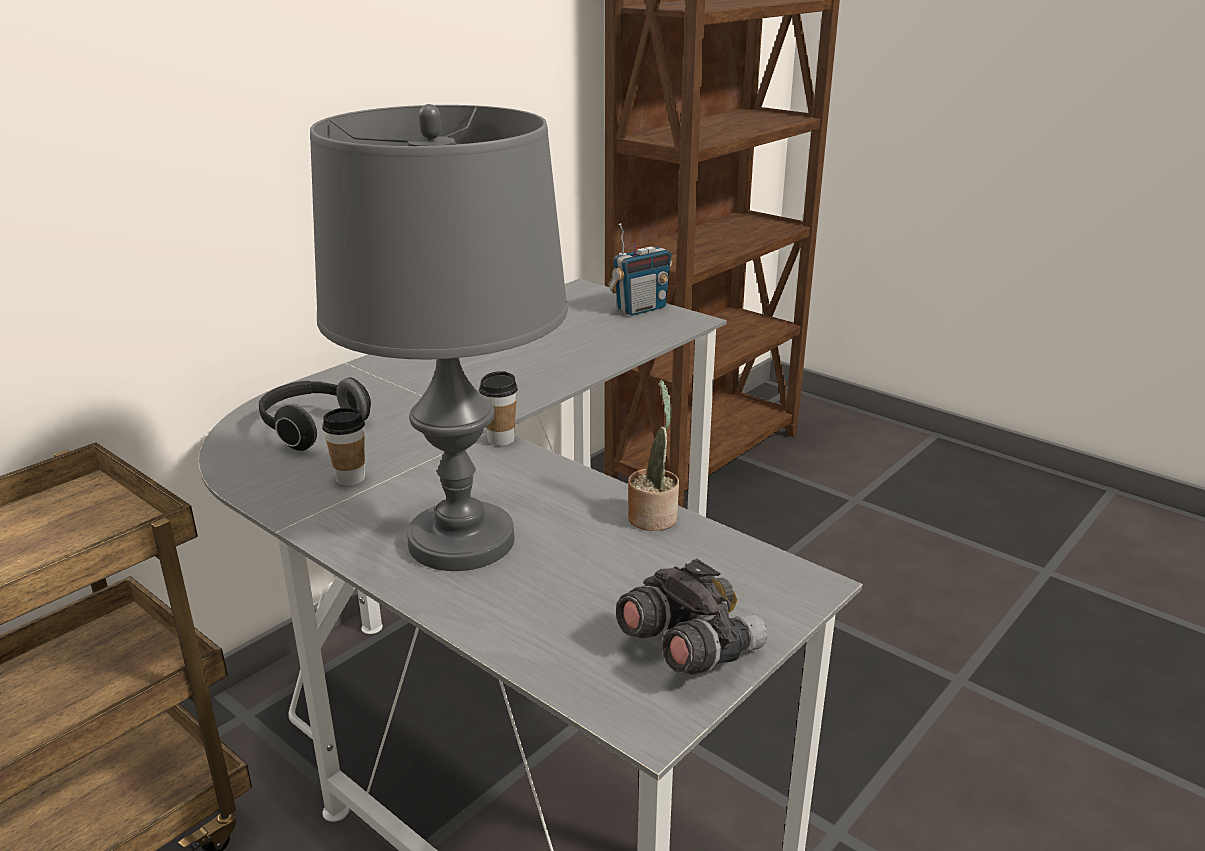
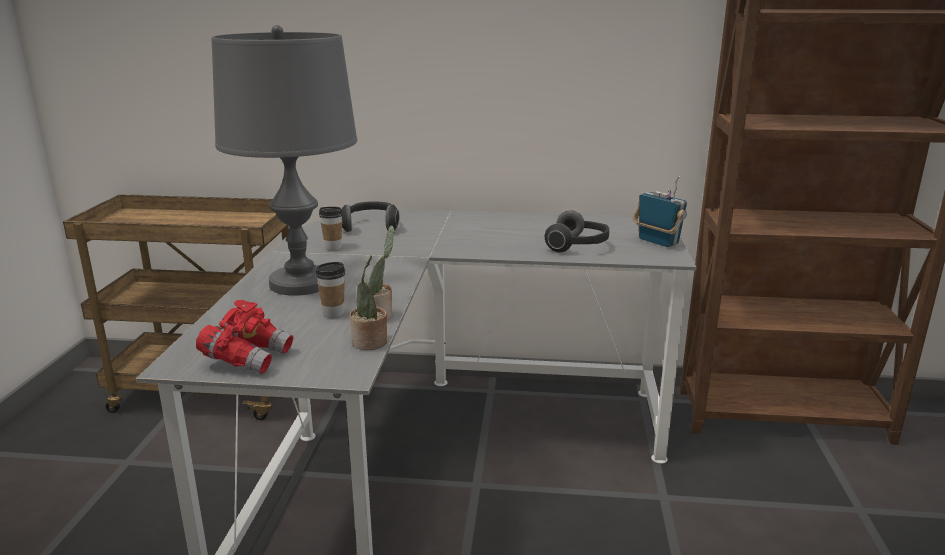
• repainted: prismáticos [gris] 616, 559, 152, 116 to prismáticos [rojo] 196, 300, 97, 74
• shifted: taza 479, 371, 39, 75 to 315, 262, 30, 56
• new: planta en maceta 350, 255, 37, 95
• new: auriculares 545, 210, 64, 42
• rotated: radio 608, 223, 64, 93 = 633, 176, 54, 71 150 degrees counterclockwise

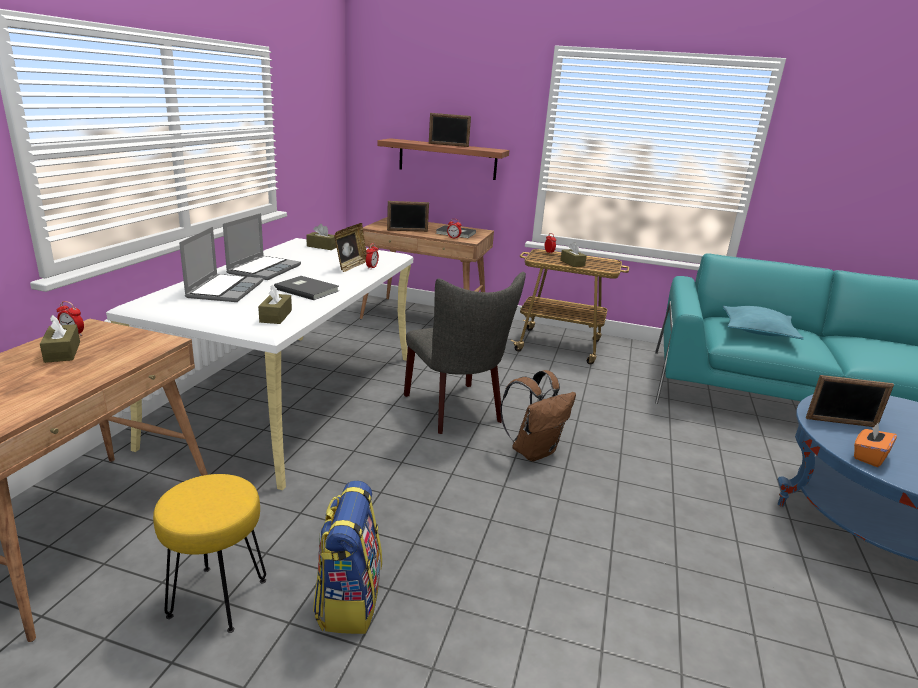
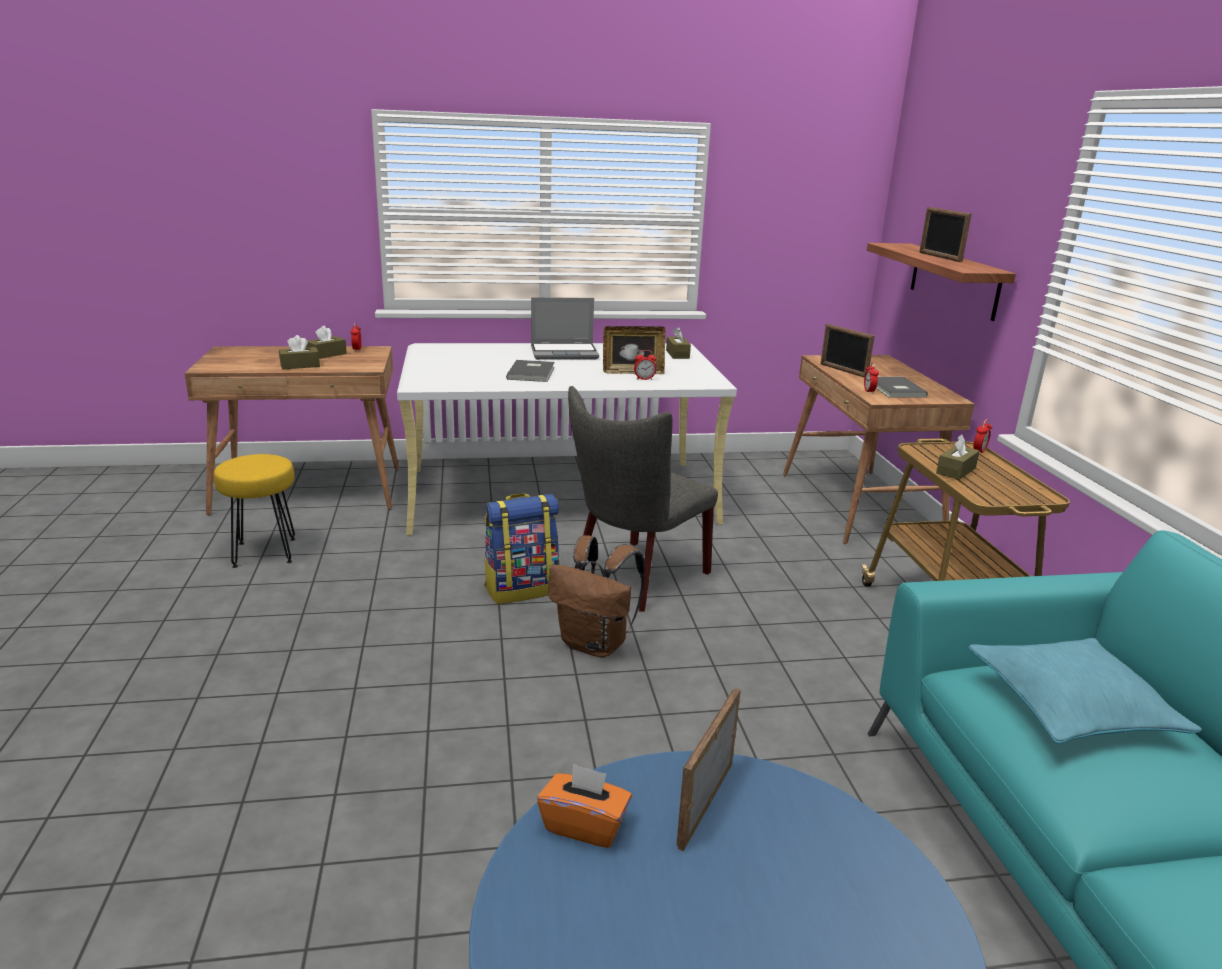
• shifted: caja de pañuelos [marrón] 258, 284, 34, 40 to 279, 335, 41, 34
• shifted: mochila 313, 481, 69, 153 to 484, 493, 76, 111
• rotated: portarretratos 806, 375, 88, 52 = 677, 688, 64, 163 45 degrees clockwise
• gone: portátil 179, 227, 84, 75

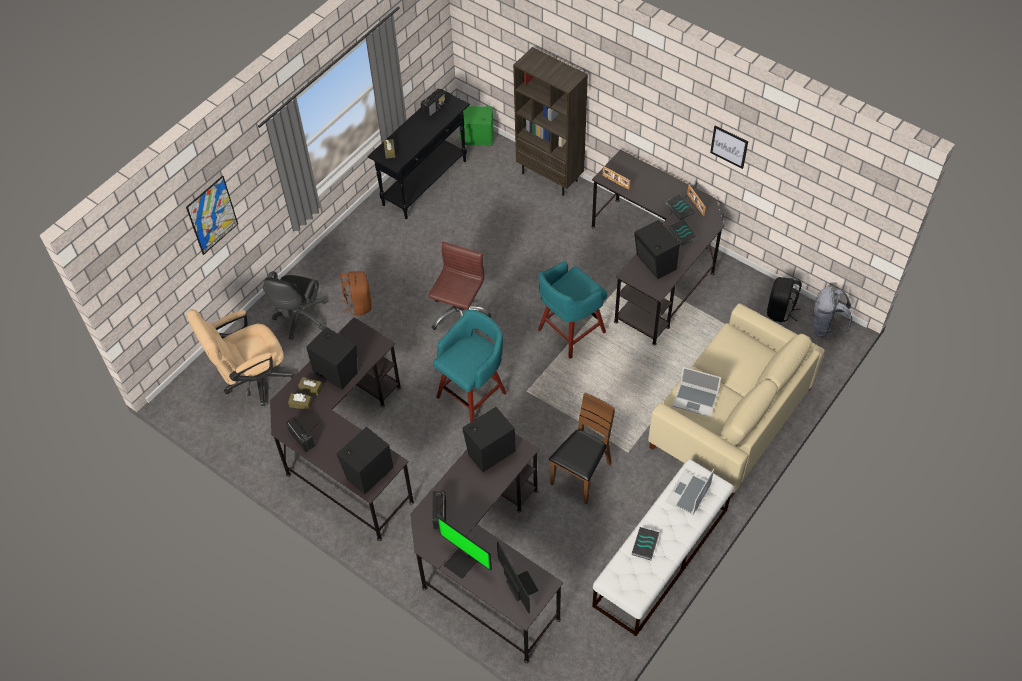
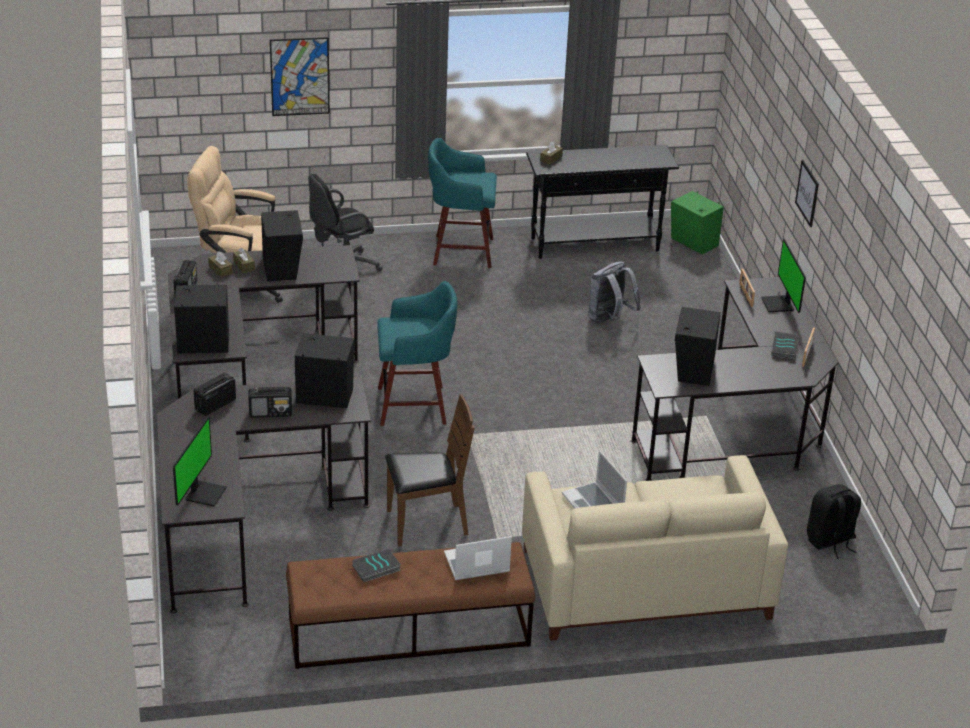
• shifted: radio 421, 89, 26, 29 to 248, 387, 44, 31
• repainted: banco [blanco] 592, 459, 142, 177 to banco [marrón] 286, 542, 250, 127
• shifted: taburete [turquesa] 538, 261, 69, 98 to 428, 138, 69, 130
• shifted: mochila [gris] 812, 286, 40, 52 to 588, 261, 53, 62
• shifted: monitor 437, 517, 55, 62 to 761, 239, 45, 74
• shifted: cuadro 710, 125, 38, 44 to 795, 160, 24, 67
• gone: mochila [marrón] 340, 271, 32, 45
• gone: silla de oficina [marrón] 428, 242, 63, 88
• gone: estantería [marrón] 513, 47, 75, 149
• gone: libro 669, 220, 28, 26

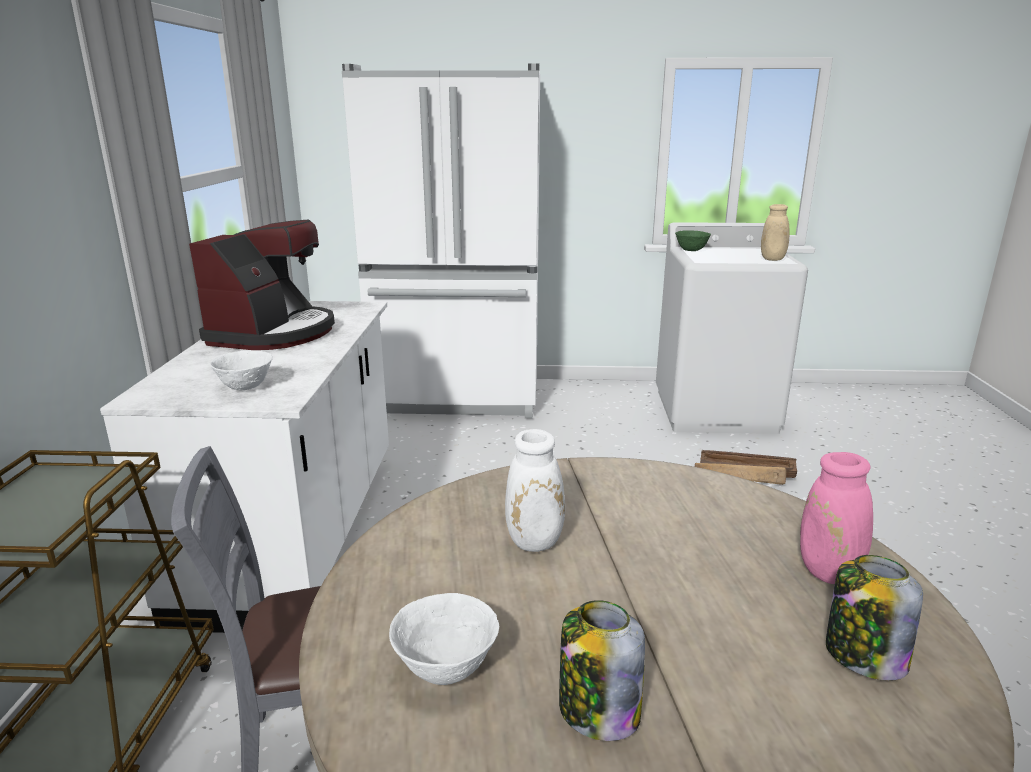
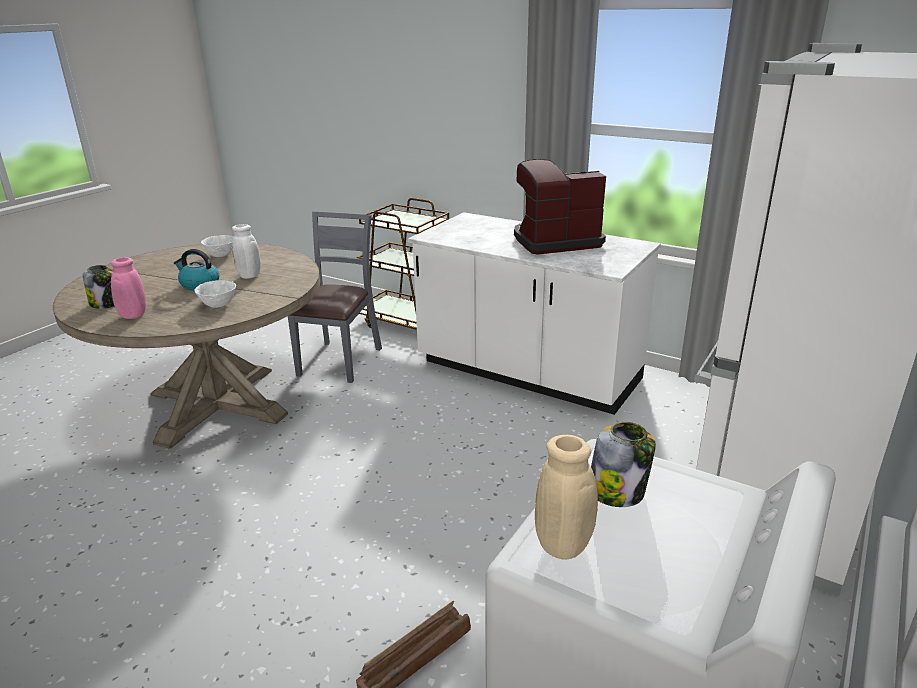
• new: hervidor 174, 249, 45, 42
• shifted: cuenco [blanco] 210, 350, 63, 40 to 195, 280, 41, 28
• rotated: cafetera 189, 220, 146, 130 = 514, 159, 92, 96 120 degrees clockwise
• shifted: tarro 559, 600, 86, 141 to 591, 422, 65, 85
• gone: cuenco [verde] 675, 230, 36, 21

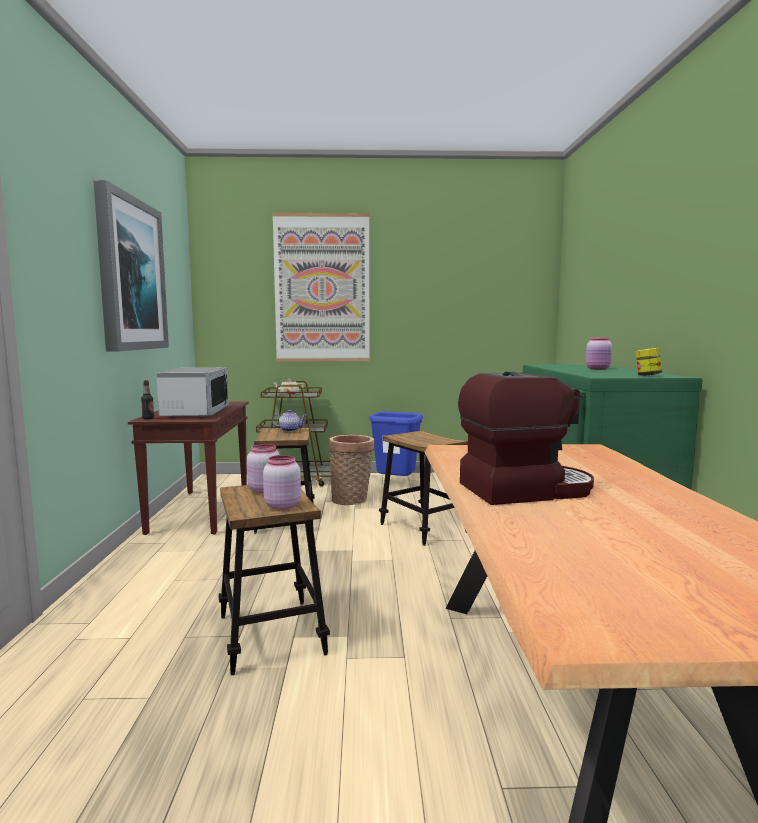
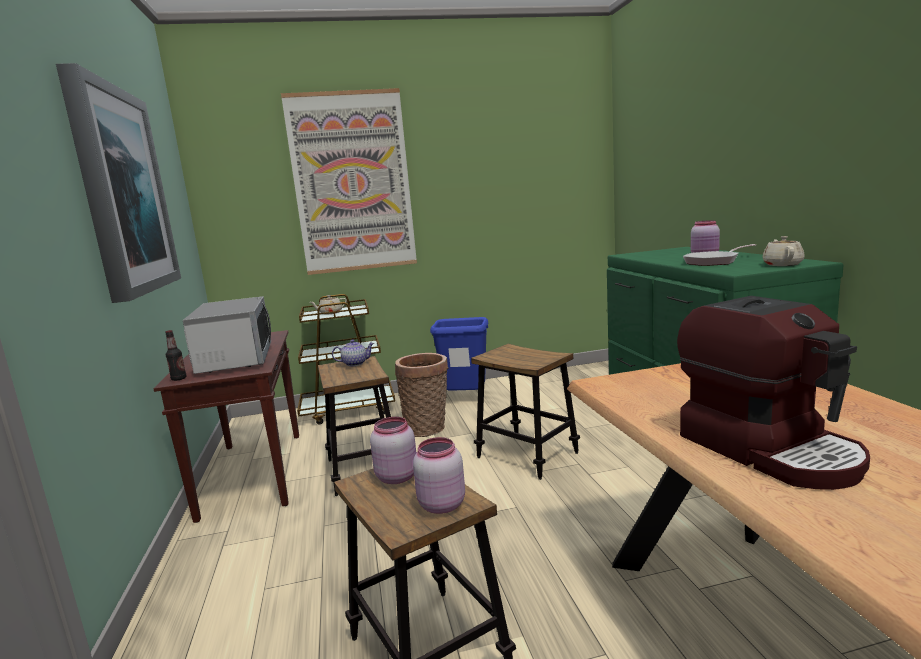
• rotated: cafetera 458, 372, 136, 133 = 677, 296, 193, 194 90 degrees clockwise
• new: sartén 683, 244, 73, 22
• swapped: tarro 635, 348, 27, 28 to tetera [beis] 763, 236, 42, 30

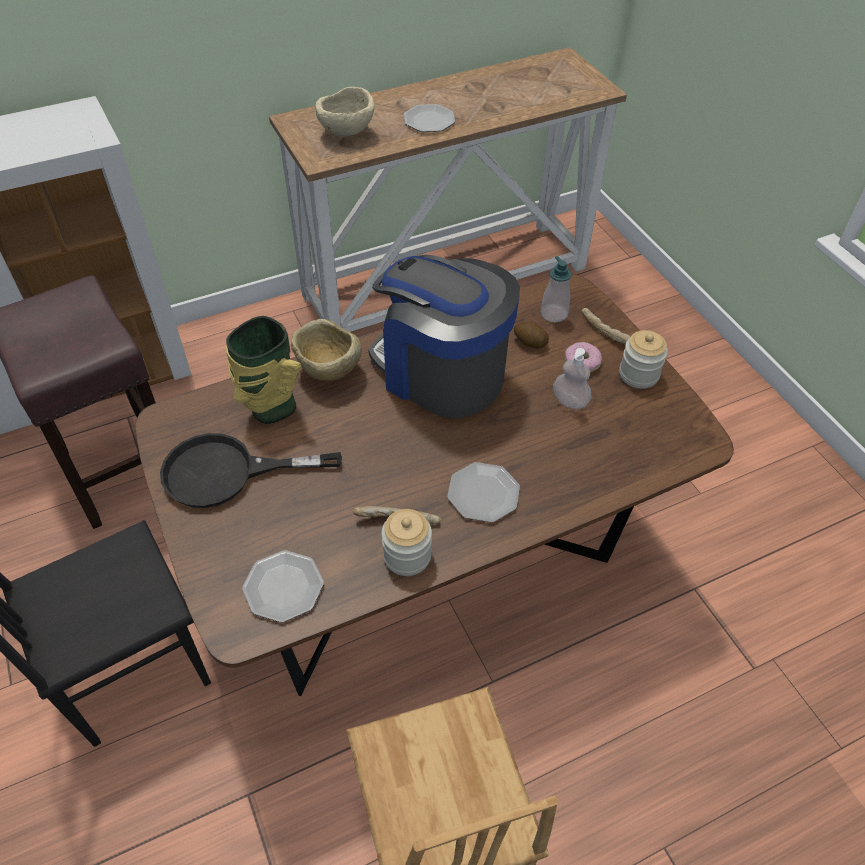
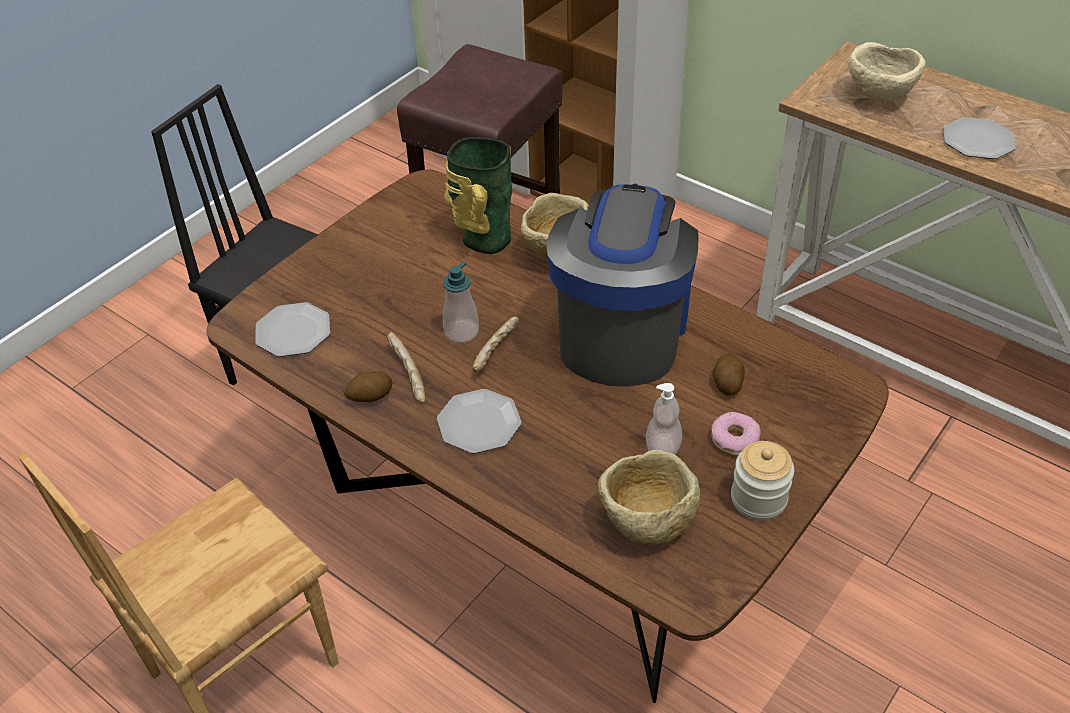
• swapped: tarro 381, 509, 51, 67 to patata 344, 371, 49, 31
• shifted: dispensador de jabón 541, 256, 31, 67 to 443, 261, 36, 82
• shifted: pan 582, 308, 49, 36 to 473, 317, 46, 55
• new: cuenco [beis] 598, 450, 102, 95
• gone: sartén [negro] 160, 433, 182, 75

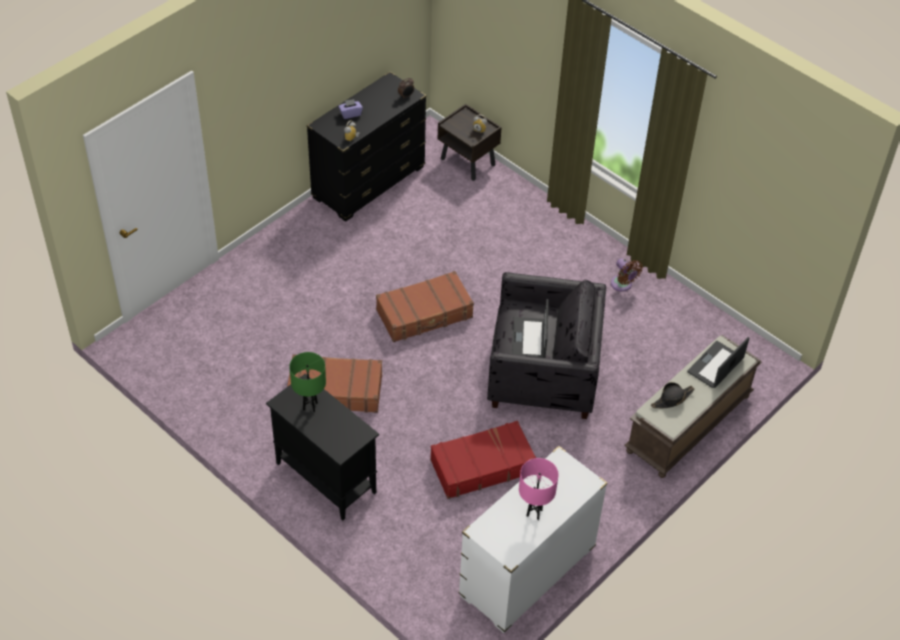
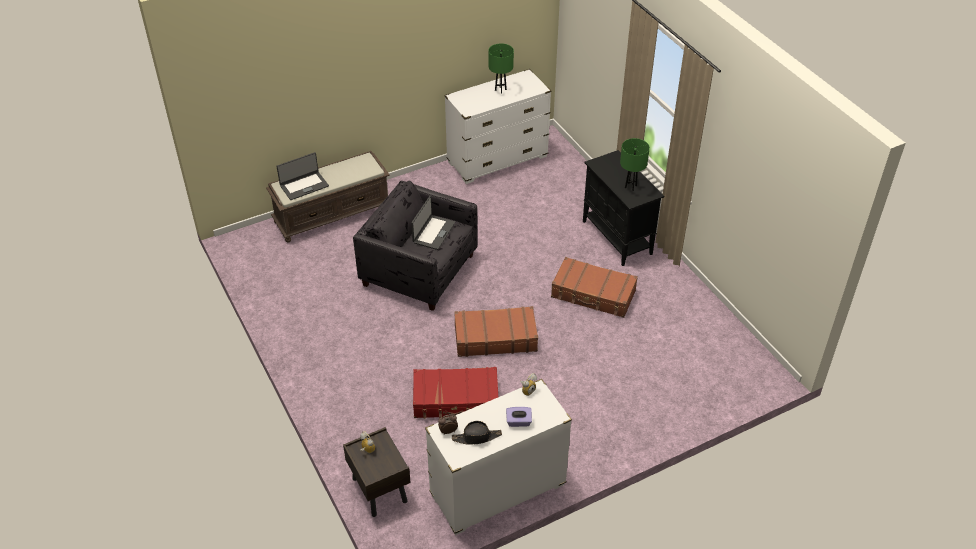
• shifted: maleta [rojo] 430, 421, 106, 78 to 413, 367, 85, 52
• repainted: cómoda [negro] 307, 72, 120, 150 to cómoda [blanco] 425, 379, 147, 156
• shifted: sombrero [negro] 651, 382, 44, 26 to 452, 421, 50, 23
• repainted: lámpara de mesa [rosa] 519, 458, 40, 62 to lámpara de mesa [verde] 488, 43, 26, 51
• gone: ventilador [marrón] 611, 258, 32, 34

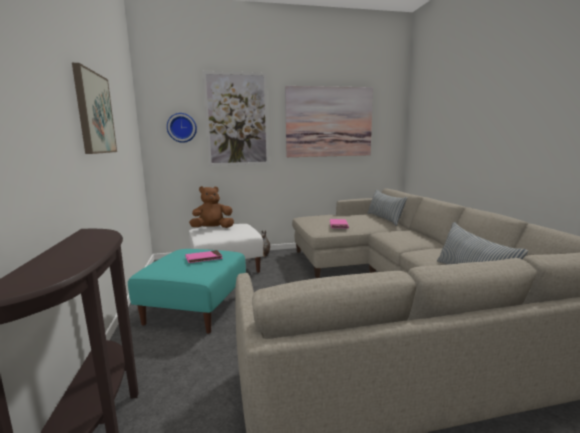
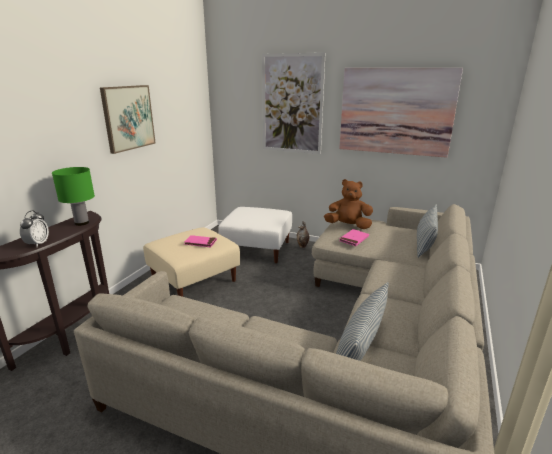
• new: despertador 20, 210, 29, 37
• new: lámpara de mesa [verde] 52, 167, 43, 59
• repainted: puf [turquesa] 128, 249, 118, 85 to puf [beis] 143, 227, 97, 70
• shifted: peluche [marrón] 189, 186, 45, 42 to 324, 179, 49, 50
• gone: reloj de pared 167, 113, 30, 30

